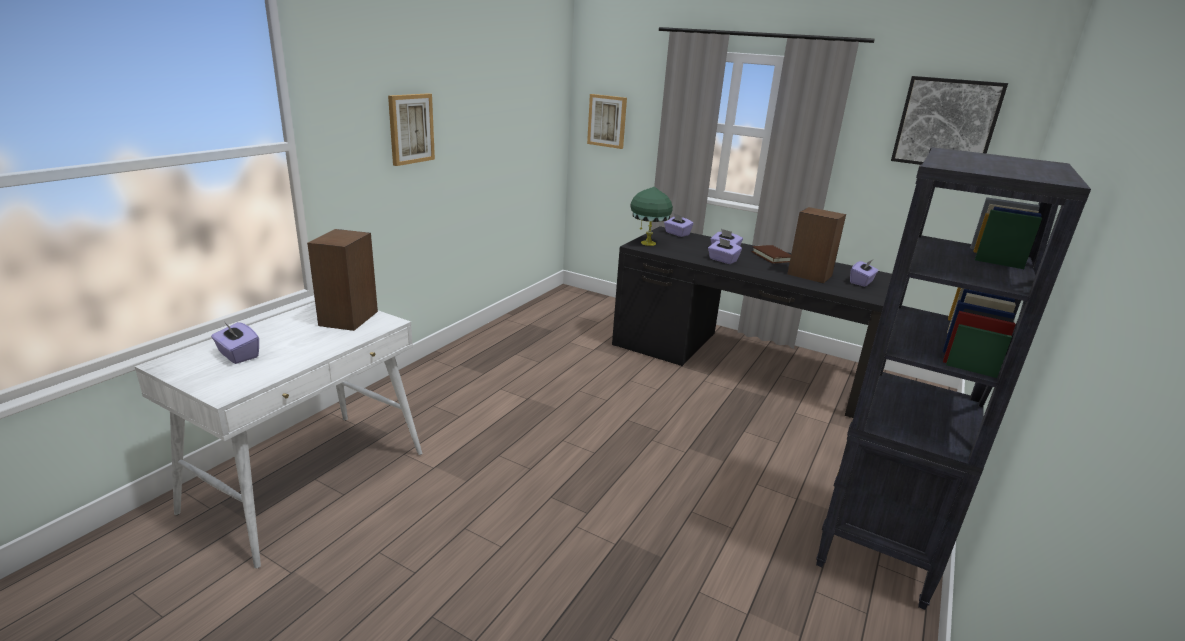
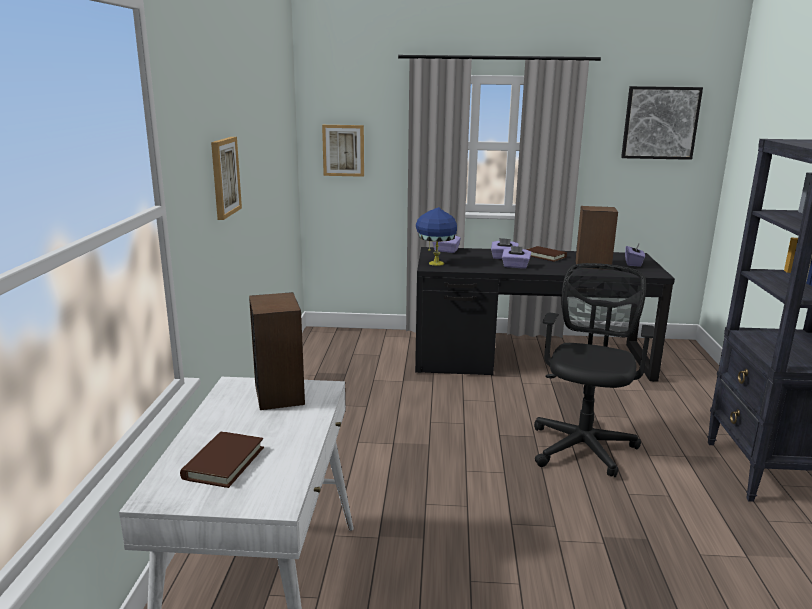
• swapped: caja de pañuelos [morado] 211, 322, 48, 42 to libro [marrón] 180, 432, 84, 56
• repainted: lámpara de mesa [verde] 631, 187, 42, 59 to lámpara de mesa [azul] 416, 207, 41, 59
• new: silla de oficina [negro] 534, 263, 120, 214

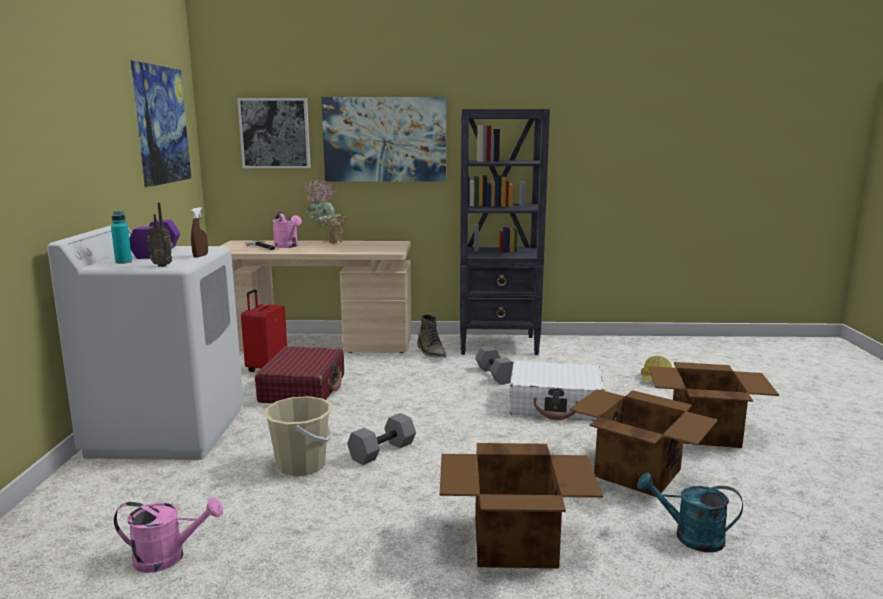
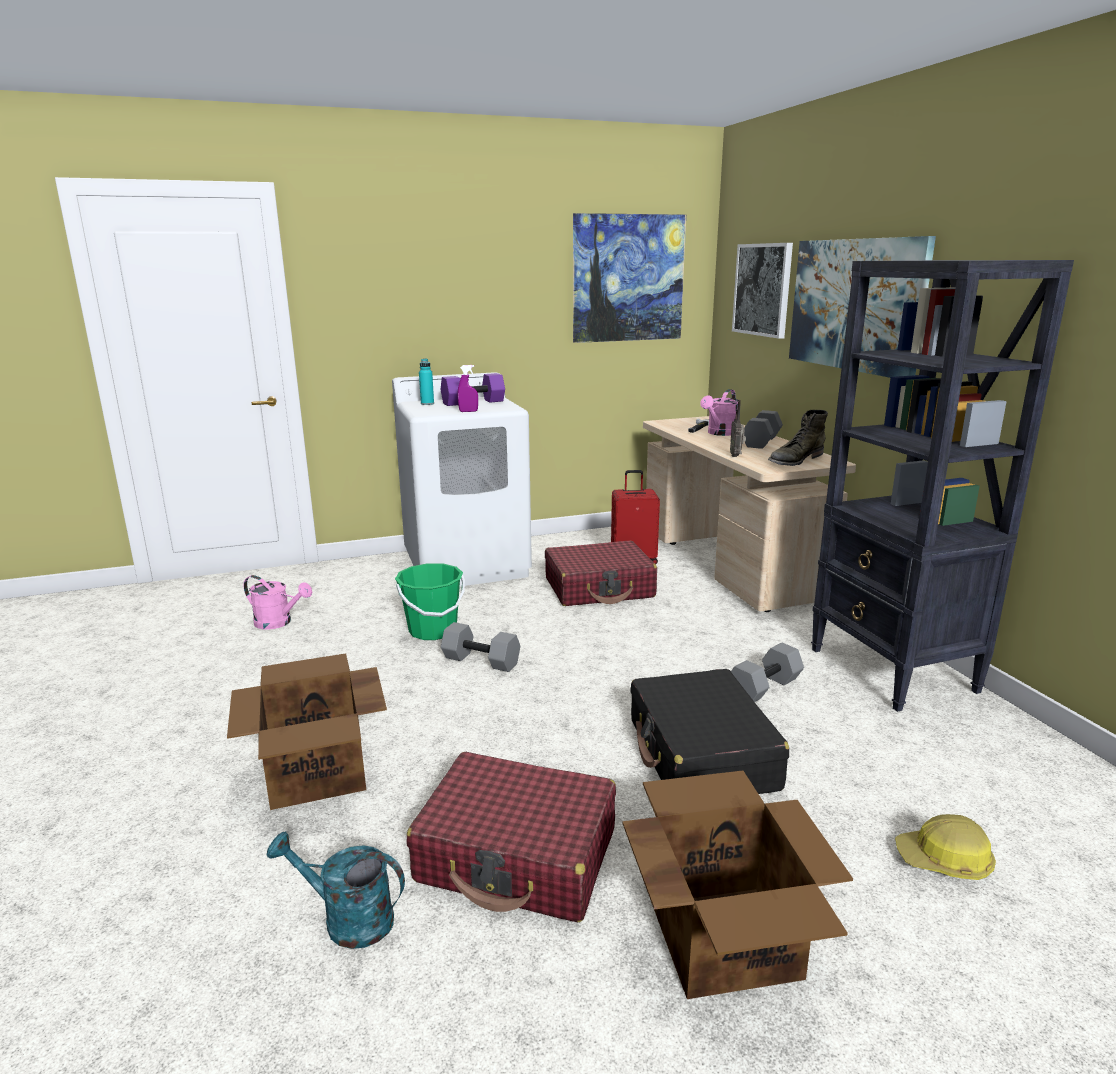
• rotated: regadera [rosa] 114, 497, 109, 76 = 244, 575, 68, 54 45 degrees counterclockwise
• rotated: regadera [turquesa] 637, 472, 106, 80 = 267, 832, 138, 117 75 degrees counterclockwise
• repainted: cubo [beis] 264, 396, 69, 80 to cubo [verde] 395, 563, 70, 77
• swapped: caja de cartón 569, 389, 149, 108 to maleta [rojo] 406, 752, 210, 170
• repainted: pulverizador [marrón] 191, 207, 17, 50 to pulverizador [morado] 458, 365, 20, 47
• repainted: maleta [blanco] 509, 361, 96, 60 to maleta [negro] 630, 669, 159, 125
• shifted: radio 146, 202, 27, 65 to 730, 400, 16, 57
• swapped: planta en maceta 305, 177, 43, 67 to mancuerna [gris] 744, 410, 39, 39
• shifted: bota [verde] 417, 315, 29, 43 to 768, 410, 60, 56

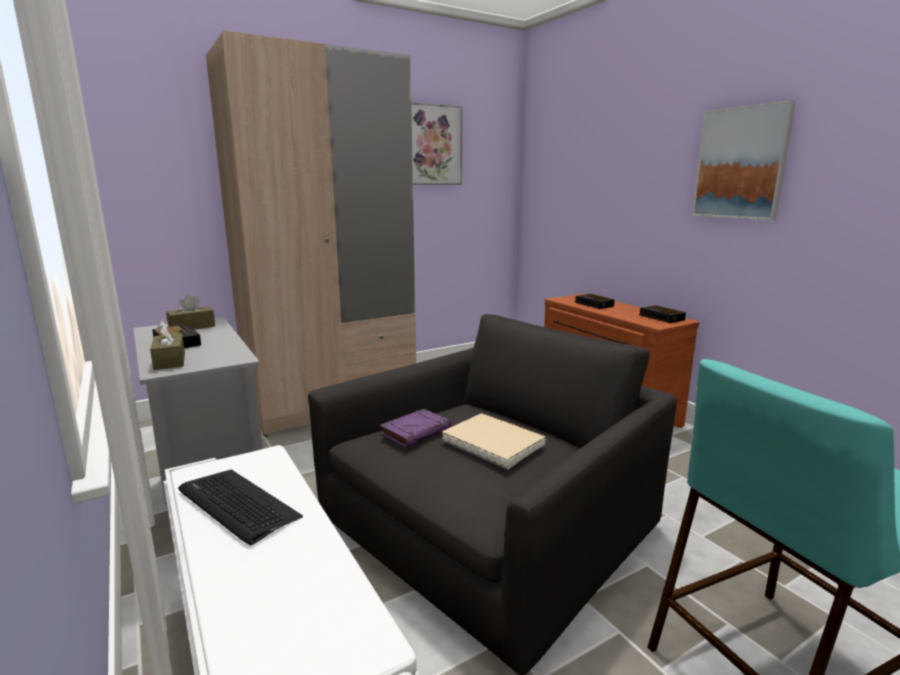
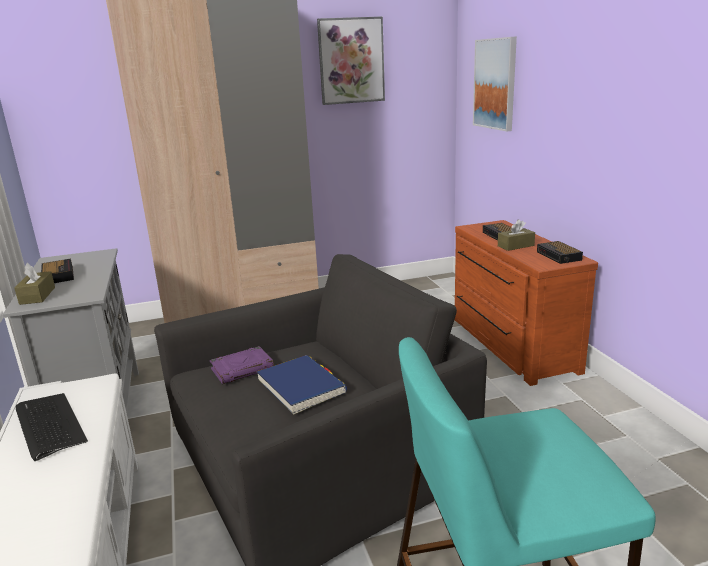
• repainted: libro [beis] 442, 413, 104, 57 to libro [azul] 257, 355, 90, 60
• shifted: cuadro 692, 100, 104, 120 to 473, 37, 44, 94
• shifted: caja de pañuelos [marrón] 166, 294, 49, 36 to 498, 219, 37, 32

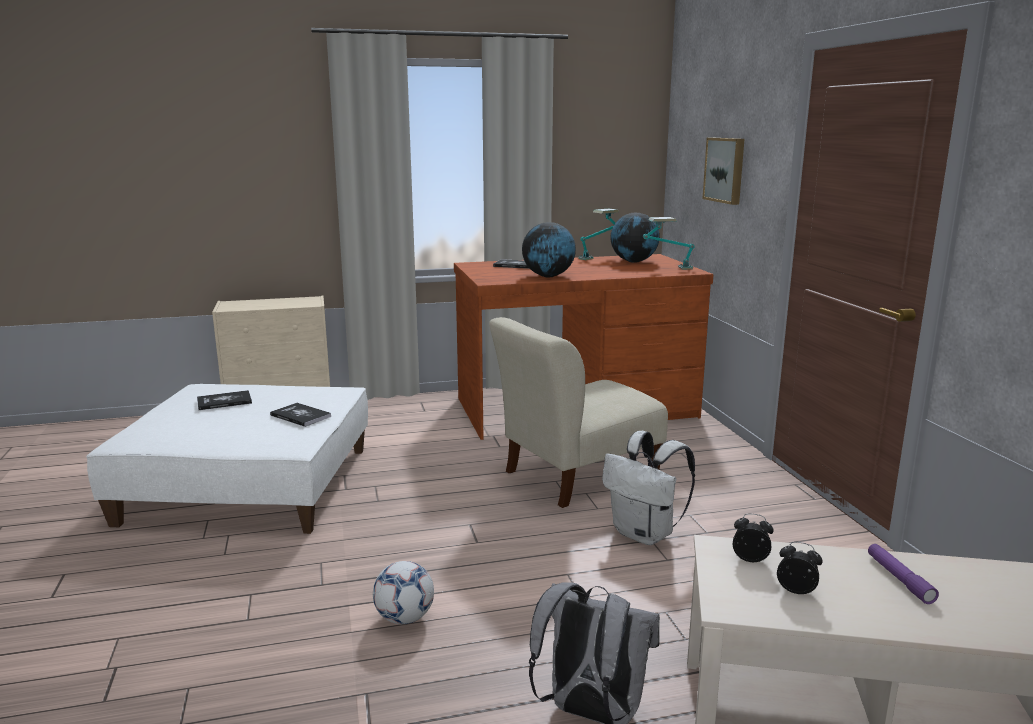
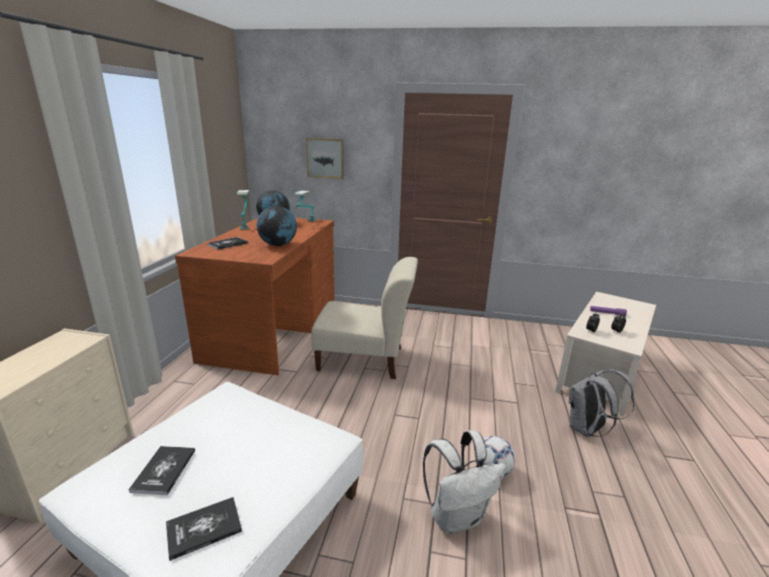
• shifted: libro 270, 403, 61, 24 to 166, 497, 76, 64
• rotated: silla [beis] 489, 317, 179, 191 = 311, 257, 107, 122 75 degrees counterclockwise
• shifted: mochila [blanco] 602, 431, 93, 114 to 423, 430, 83, 104

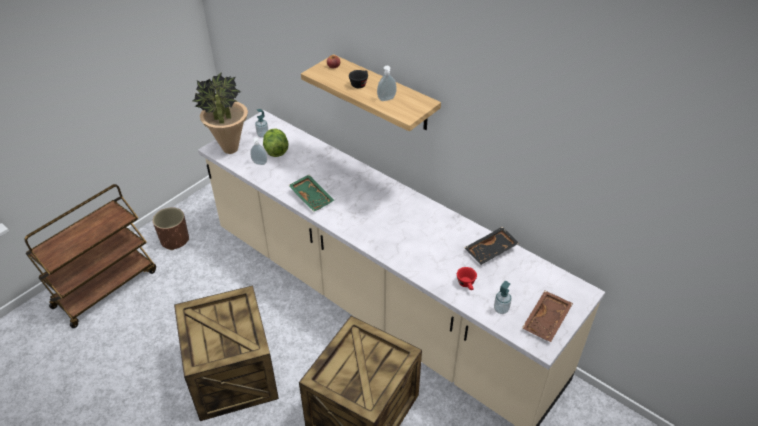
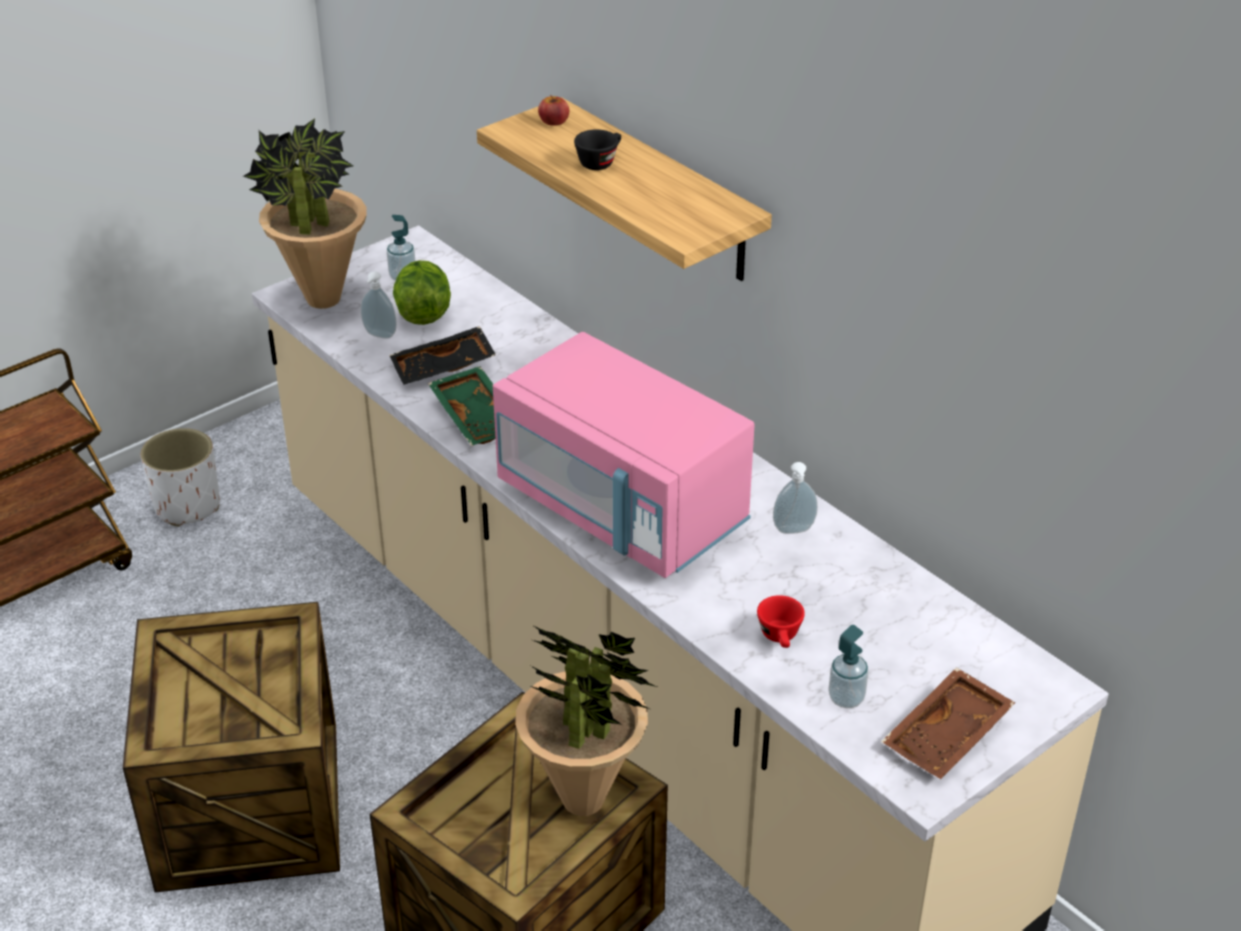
• repainted: maceta [marrón] 153, 207, 36, 43 to maceta [blanco] 141, 428, 79, 99
• shifted: bandeja [negro] 465, 227, 54, 38 to 389, 326, 107, 59
• new: microondas [rosa] 493, 332, 262, 246
• new: planta en maceta 515, 625, 142, 191
• shifted: dispensador de jabón 377, 66, 20, 35 to 773, 462, 45, 72

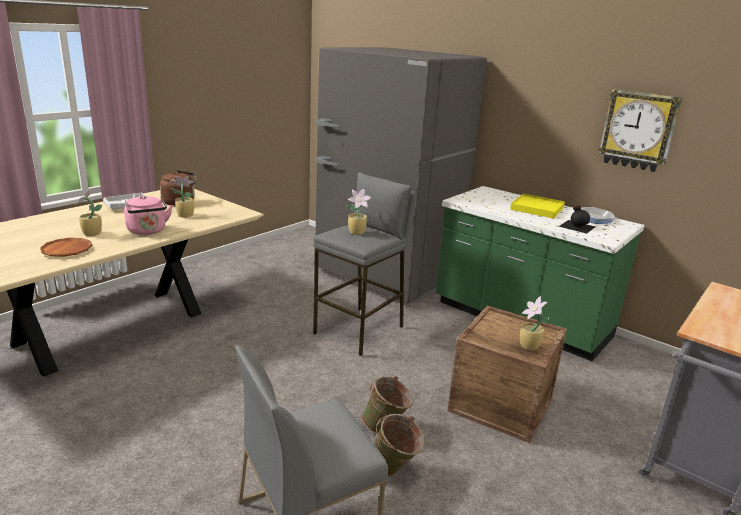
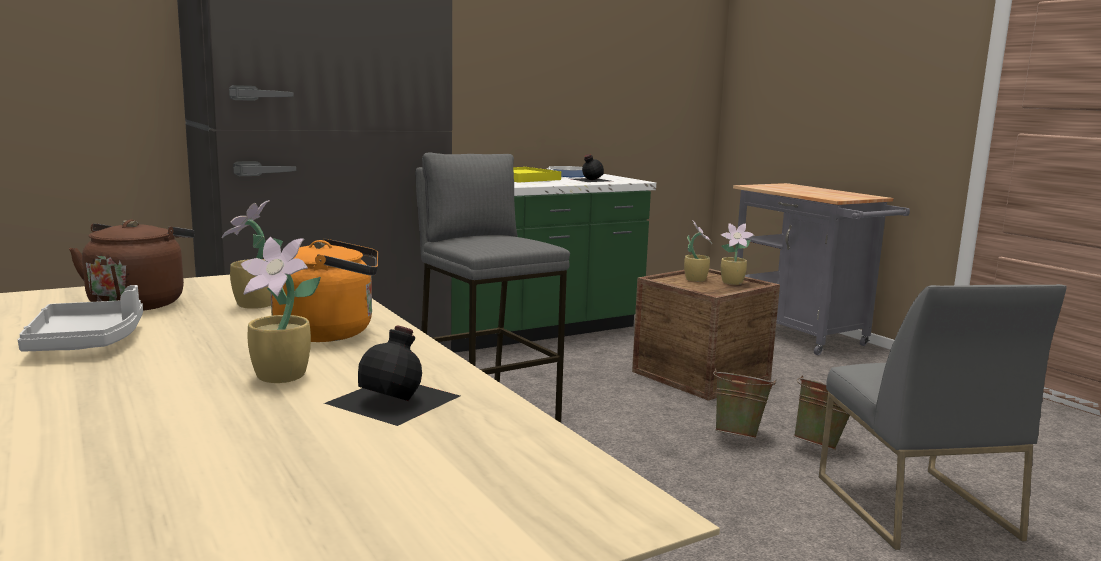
• repainted: hervidor [rosa] 124, 195, 49, 40 to hervidor [naranja] 270, 239, 108, 103
• swapped: plato [marrón] 40, 238, 52, 19 to botella [negro] 324, 325, 136, 101
• shifted: planta en maceta 347, 189, 24, 46 to 684, 220, 28, 62
• gone: reloj de pared 598, 89, 85, 83

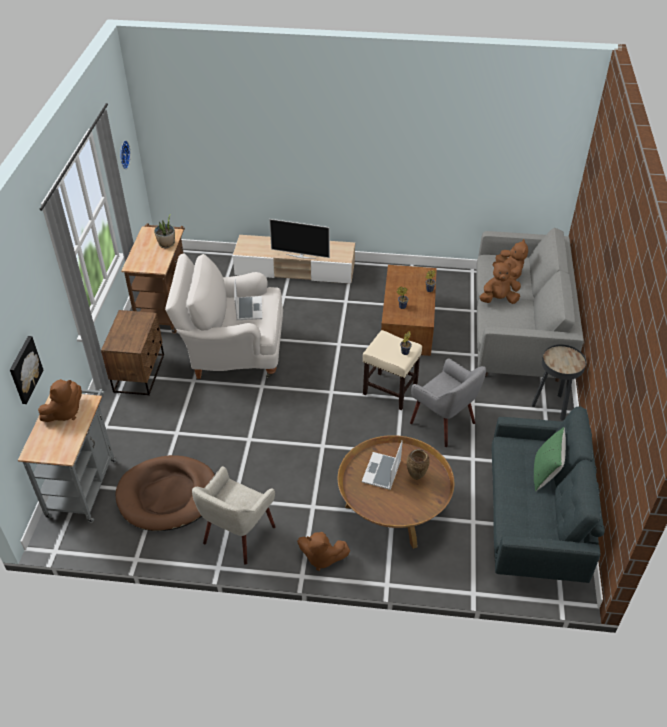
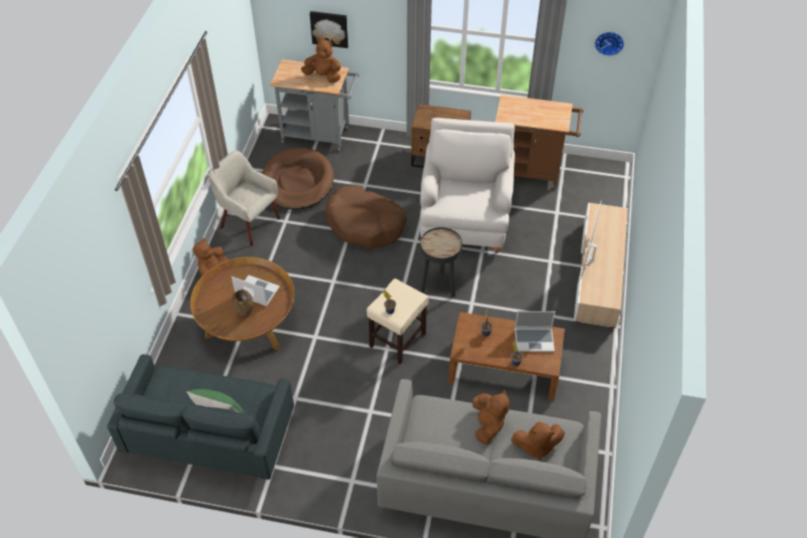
• rotated: peluche [marrón] 38, 379, 44, 43 = 301, 38, 40, 45 150 degrees clockwise
• new: cama para perro [marrón] 325, 185, 82, 64
• shifted: mesa auxiliar [negro] 532, 345, 54, 75 to 421, 227, 41, 70
• shifted: portátil 234, 278, 28, 42 to 515, 311, 40, 41
• gone: planta en maceta 154, 214, 21, 34
• gone: sillón [gris] 410, 358, 76, 89

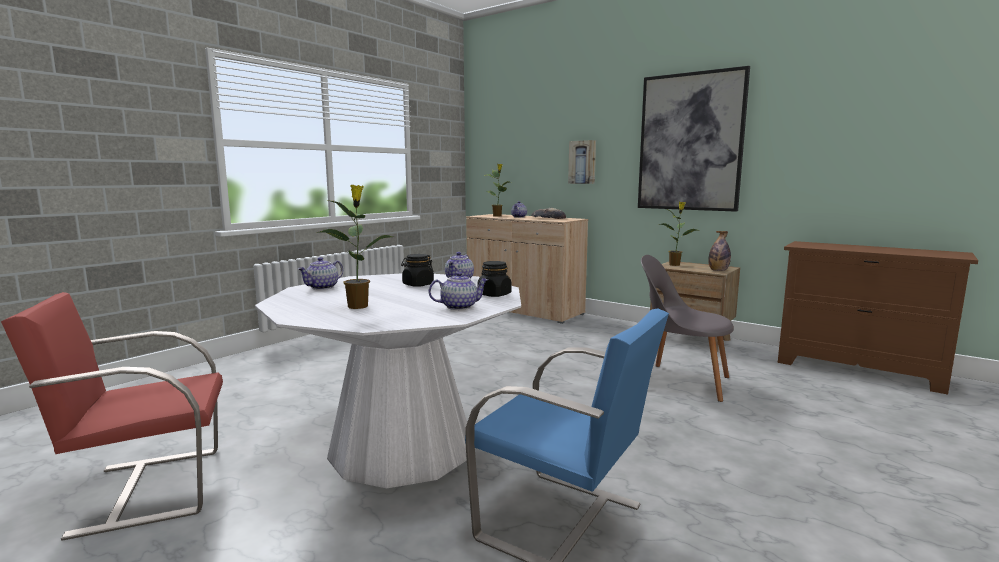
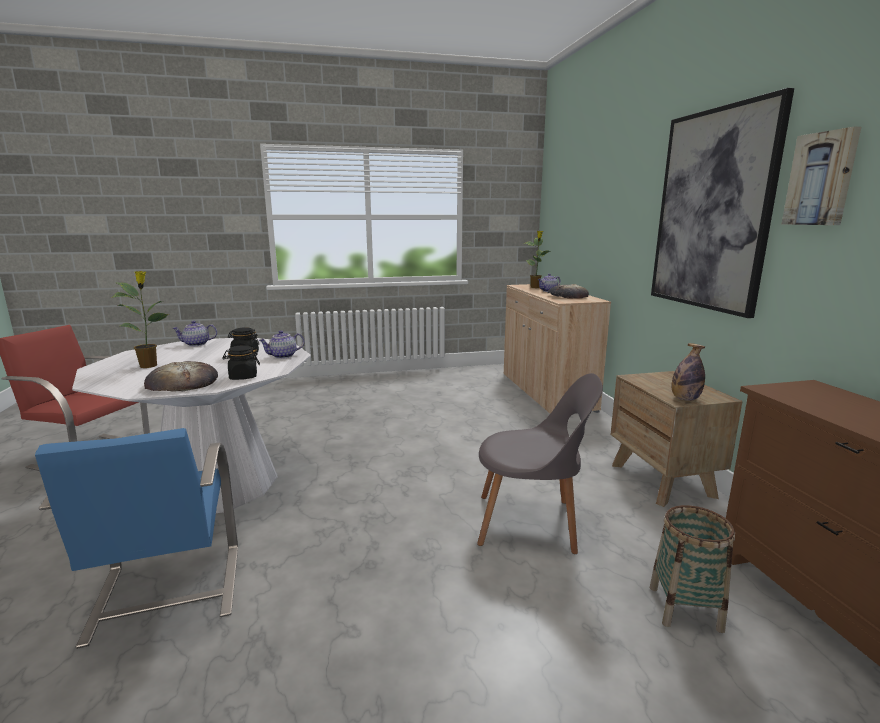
• swapped: tetera 429, 272, 59, 38 to pan 144, 361, 74, 31
• rotated: silla [gris] 641, 255, 93, 147 = 477, 373, 126, 181 120 degrees clockwise
• new: cesta 650, 505, 85, 128
• shifted: cuadro 568, 140, 28, 44 to 782, 126, 79, 99
• gone: planta en maceta 658, 202, 41, 64

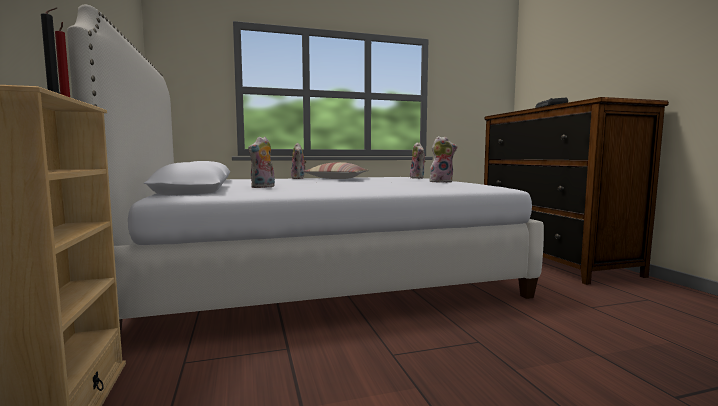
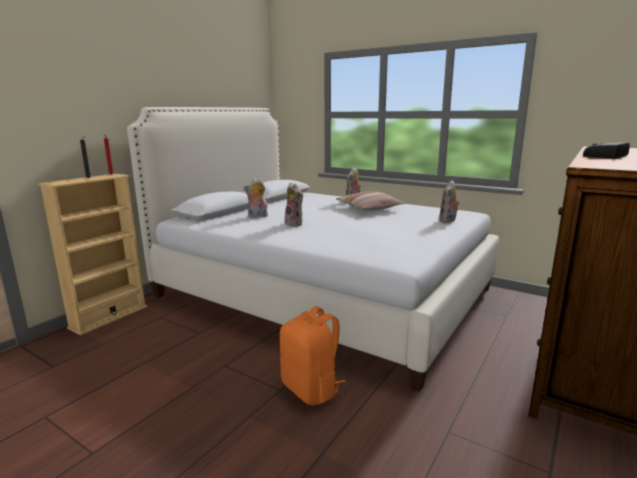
• new: mochila [naranja] 280, 306, 66, 99
• shifted: peluche 430, 136, 28, 47 to 285, 183, 18, 43

